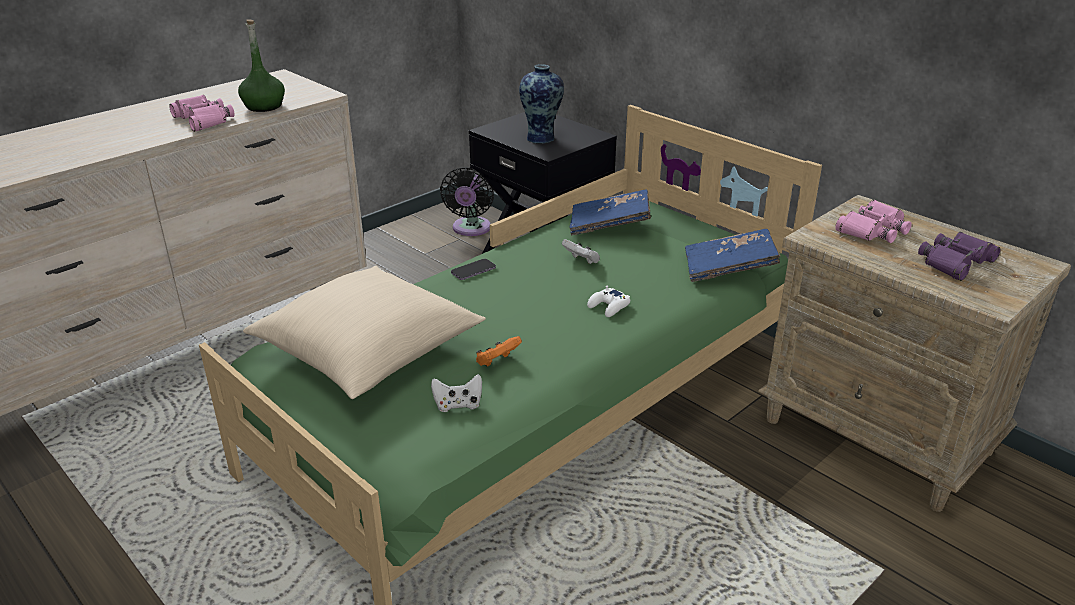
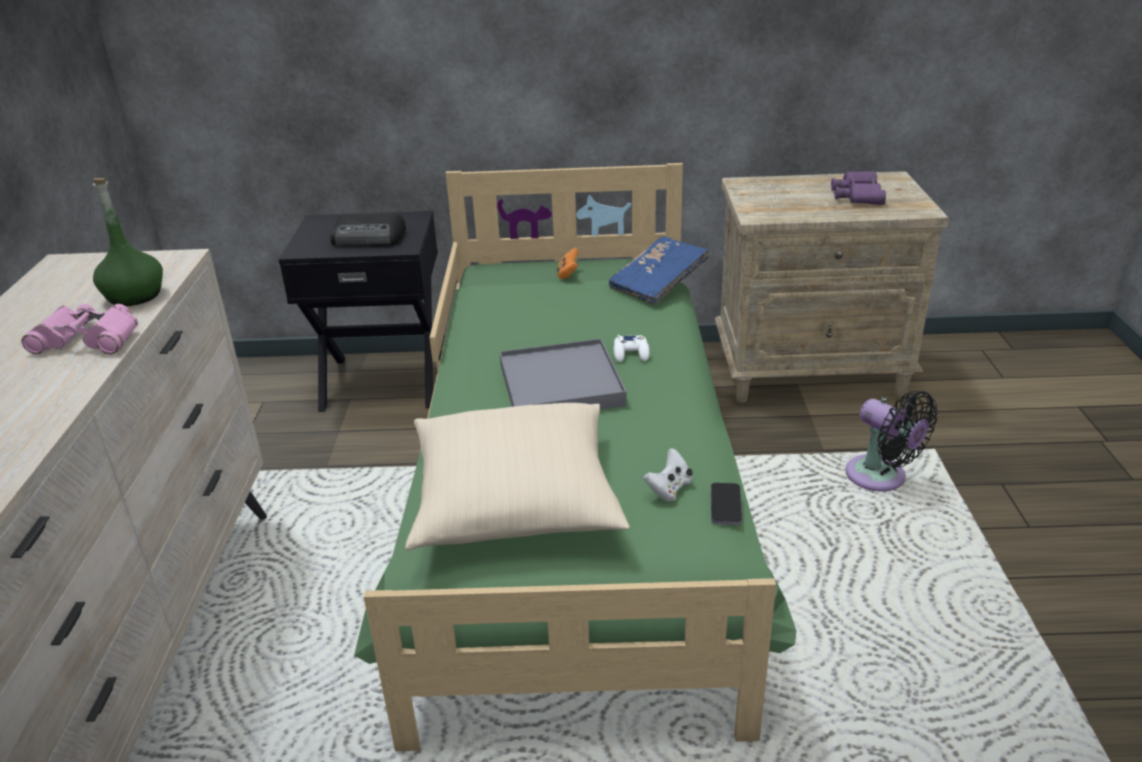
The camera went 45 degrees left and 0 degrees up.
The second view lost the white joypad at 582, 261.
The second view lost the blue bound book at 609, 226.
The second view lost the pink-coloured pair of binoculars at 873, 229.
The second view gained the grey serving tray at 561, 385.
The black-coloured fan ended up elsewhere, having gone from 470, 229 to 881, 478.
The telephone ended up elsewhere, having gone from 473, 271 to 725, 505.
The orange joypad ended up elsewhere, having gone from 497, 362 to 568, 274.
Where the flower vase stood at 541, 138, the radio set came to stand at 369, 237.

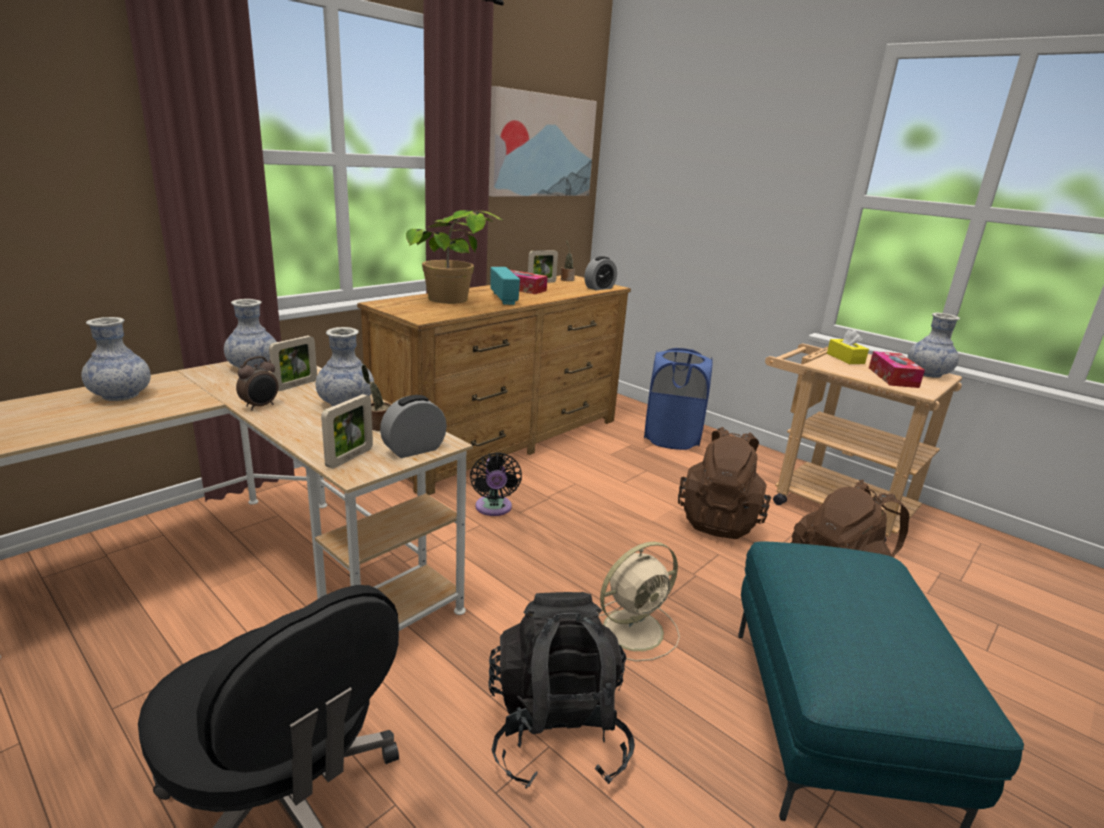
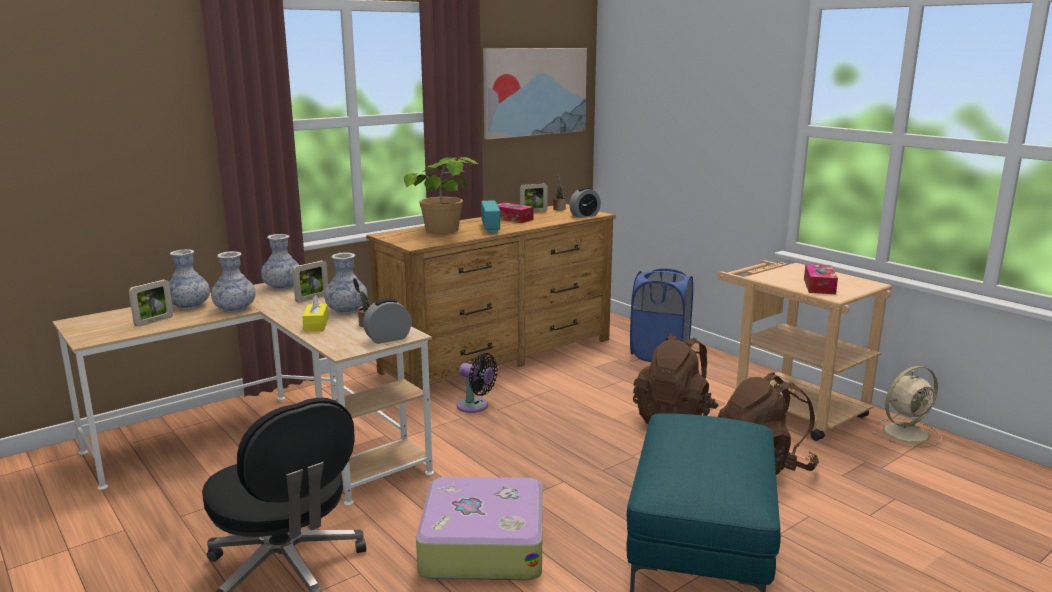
The camera went 10 degrees right and 5 degrees down.
The second view lost the table clock at 260, 406.
The photo frame ended up elsewhere, having gone from 350, 458 to 154, 321.
The beige fan ended up elsewhere, having gone from 635, 629 to 907, 432.
The yellowish tissue holder ended up elsewhere, having gone from 845, 358 to 316, 325.
The flower vase ended up elsewhere, having gone from 927, 374 to 235, 309.
Where the black-coloured knapsack stood at 556, 732, the piece of luggage came to stand at 482, 544.
The black-coloured fan at 493, 508 ended up facing another way, 60 degrees counterclockwise from before.

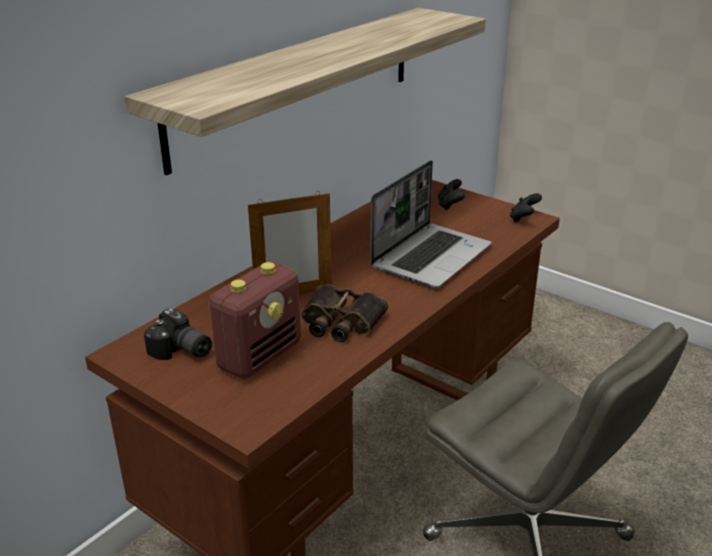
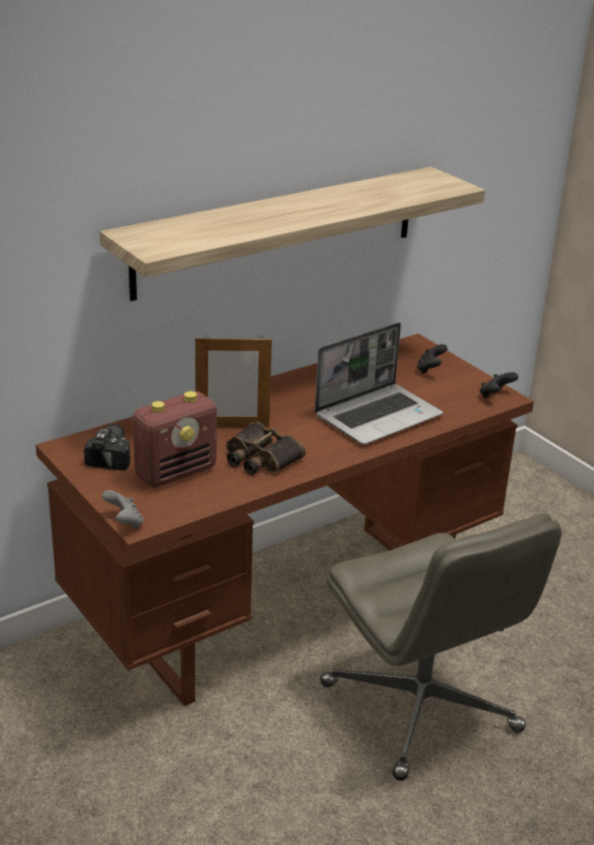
The camera went 15 degrees right and 0 degrees up.
The second view gained the grey joypad at 124, 522.
The still camera at 180, 352 ended up facing another way, 135 degrees counterclockwise from before.

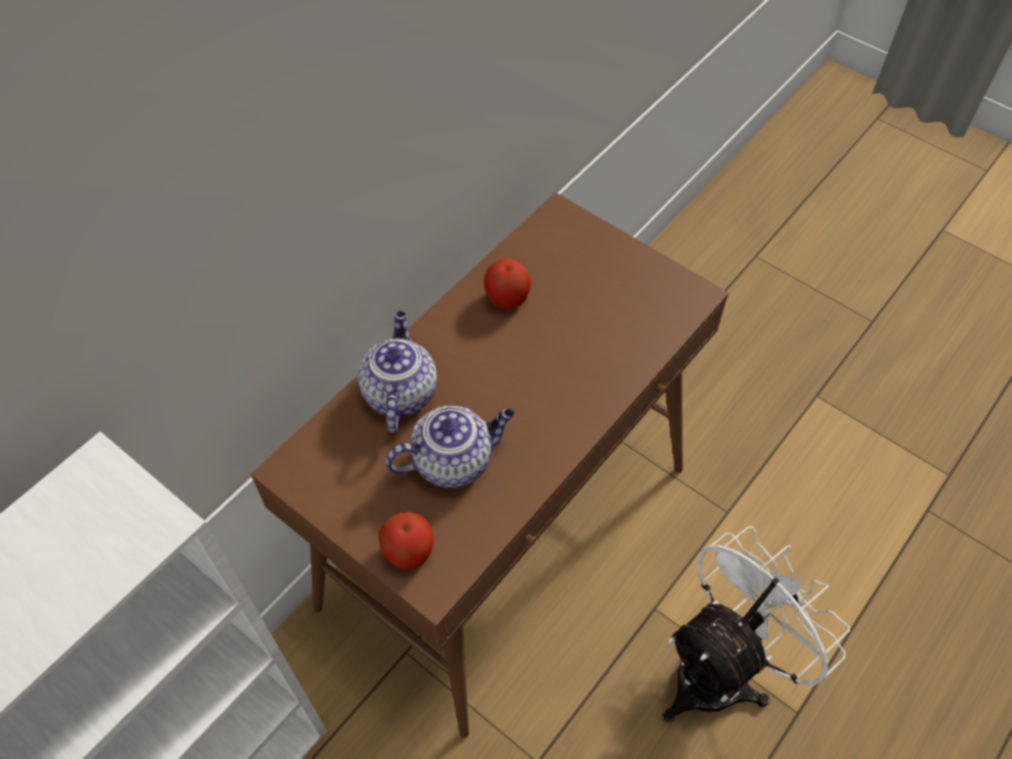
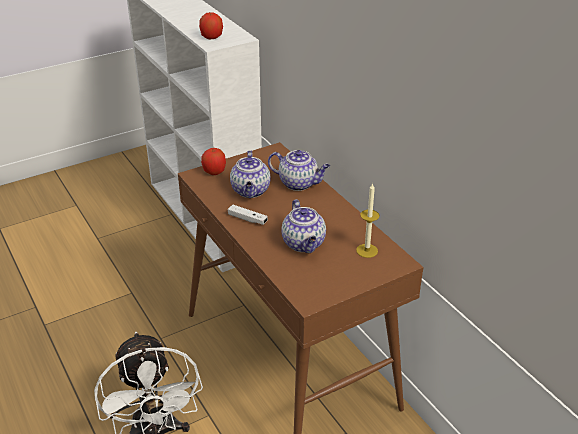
The camera went 110 degrees right and 20 degrees down.
The second view gained the white joypad at 247, 219.
The second view gained the tea pot at 304, 244.
The second view gained the wax candle at 367, 250.
The apple ended up elsewhere, having gone from 507, 298 to 211, 37.

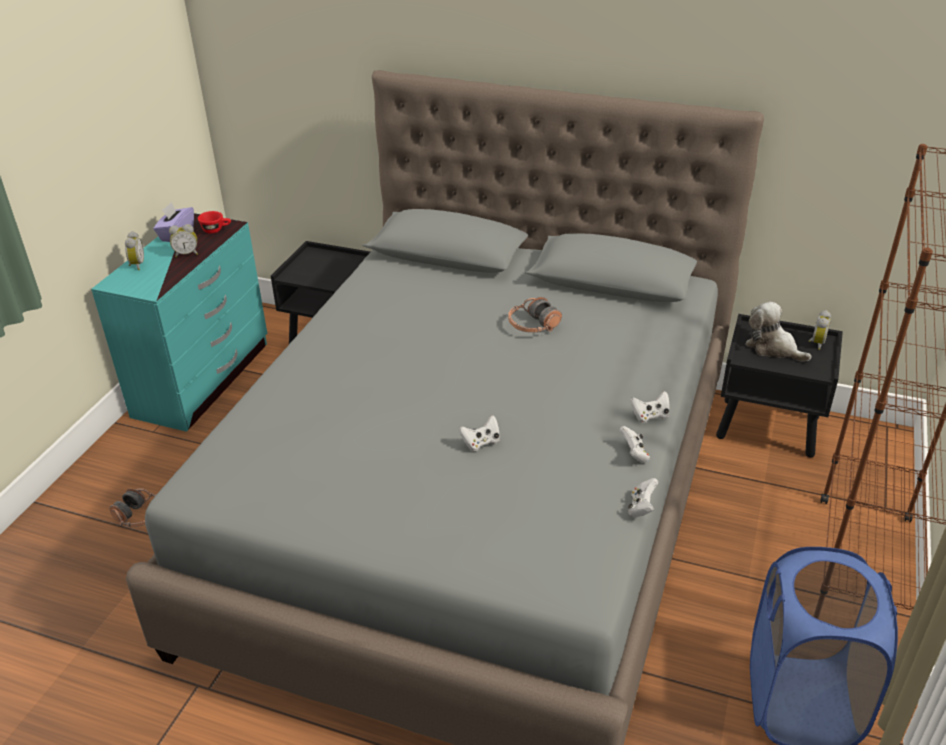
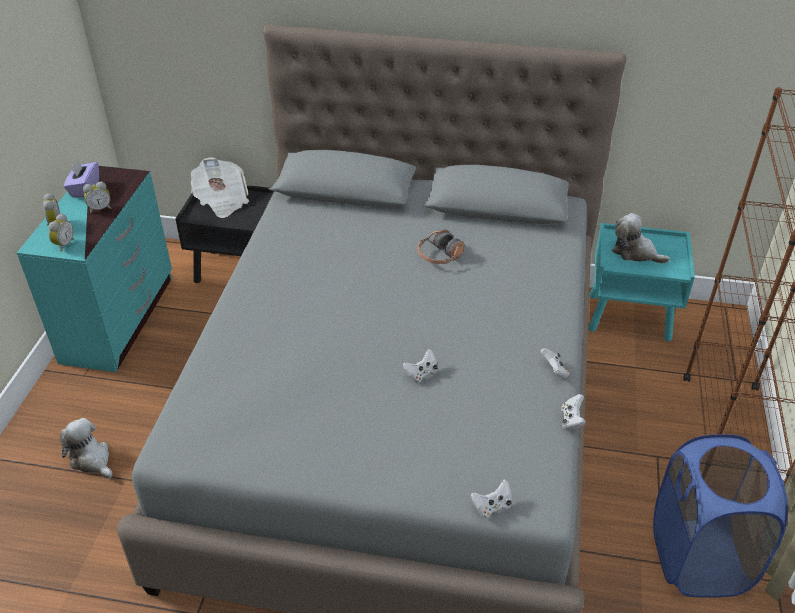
The camera went 10 degrees left and 5 degrees up.
The second view lost the reddish cup at 216, 230.
The second view gained the daily paper at 221, 201.
The white joypad ended up elsewhere, having gone from 650, 416 to 492, 506.
The table clock ended up elsewhere, having gone from 816, 343 to 63, 245.
Where the pair of headphones stood at 139, 516, the plush toy came to stand at 91, 459.
What was the black-coloured nightstand at 769, 427 turned into the turquoise nightstand at 630, 317.

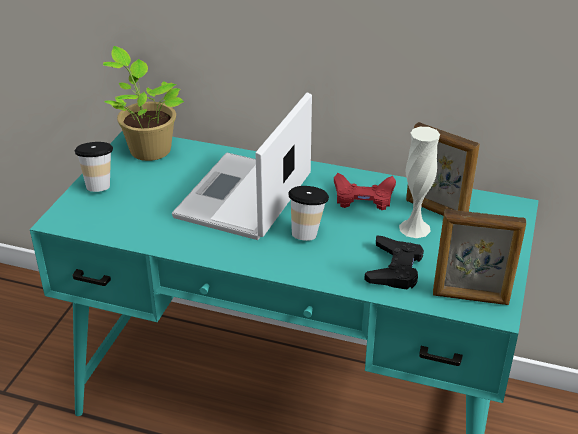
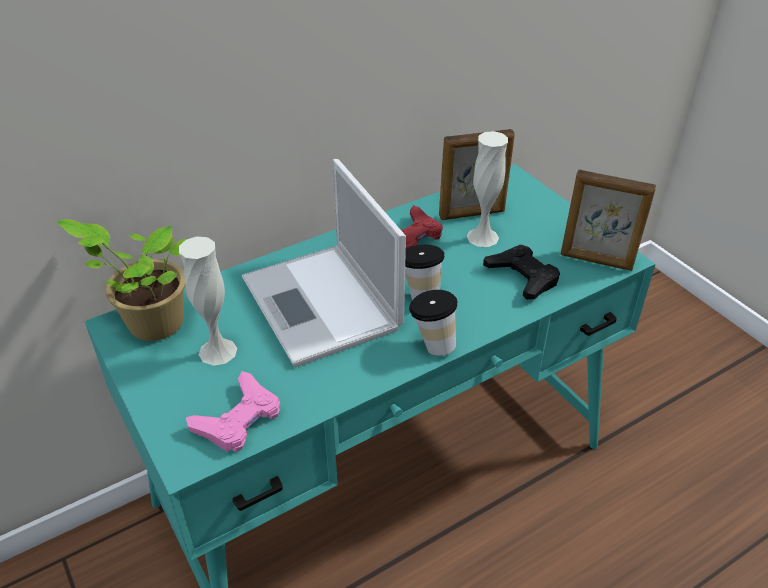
The camera went 50 degrees left and 5 degrees up.
The second view gained the white flower vase at 218, 351.
The second view gained the pink-coloured joypad at 238, 419.
The cup ended up elsewhere, having gone from 99, 185 to 432, 344.
The photo frame at 470, 298 ended up facing another way, 60 degrees clockwise from before.

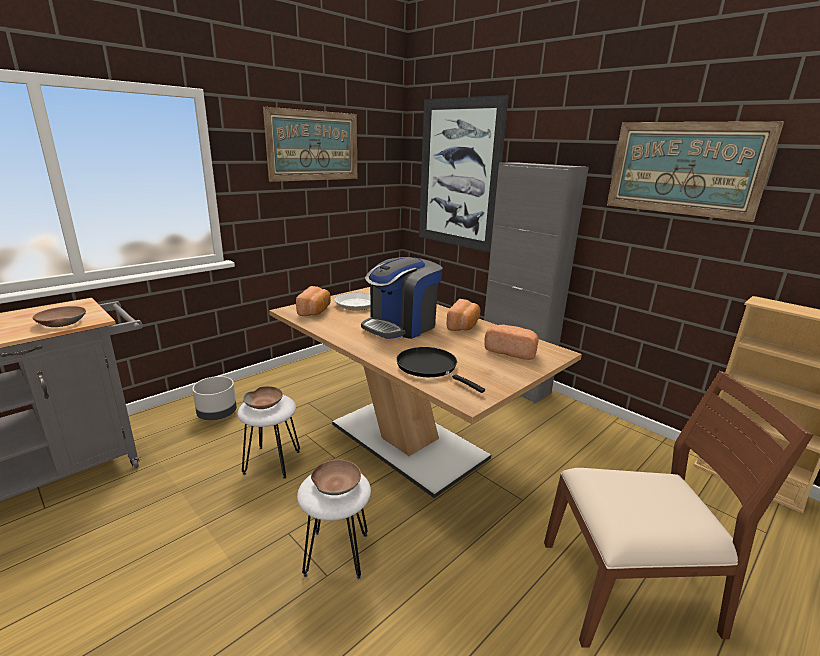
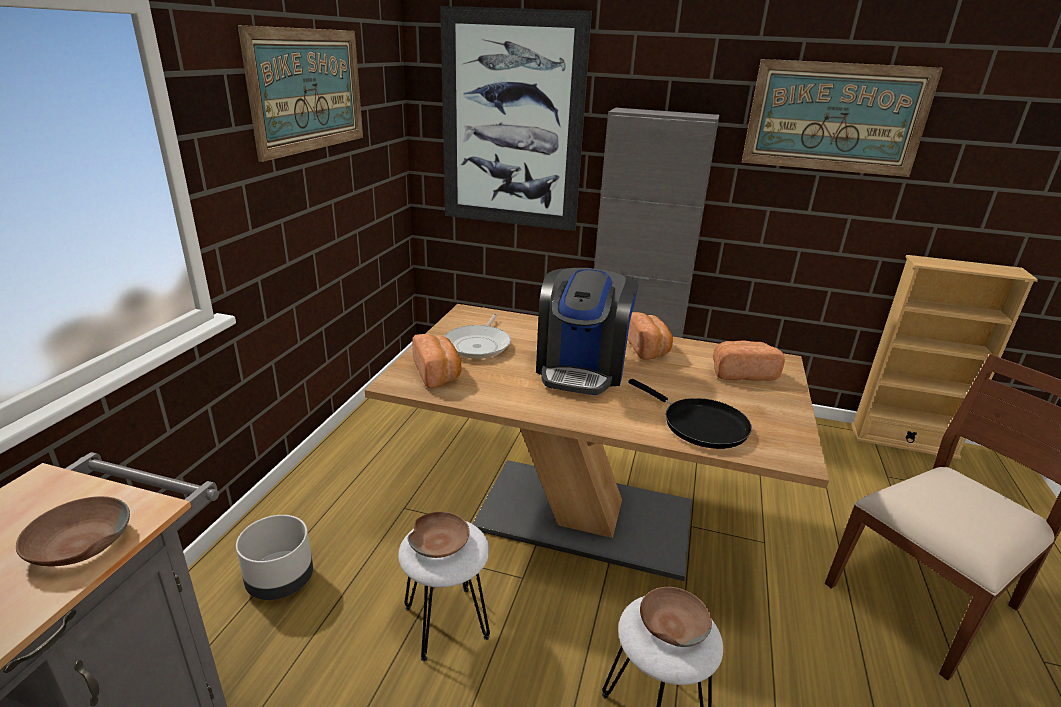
The camera went 30 degrees left and 5 degrees up.
The black-coloured skillet at 430, 368 ended up facing another way, 150 degrees counterclockwise from before.

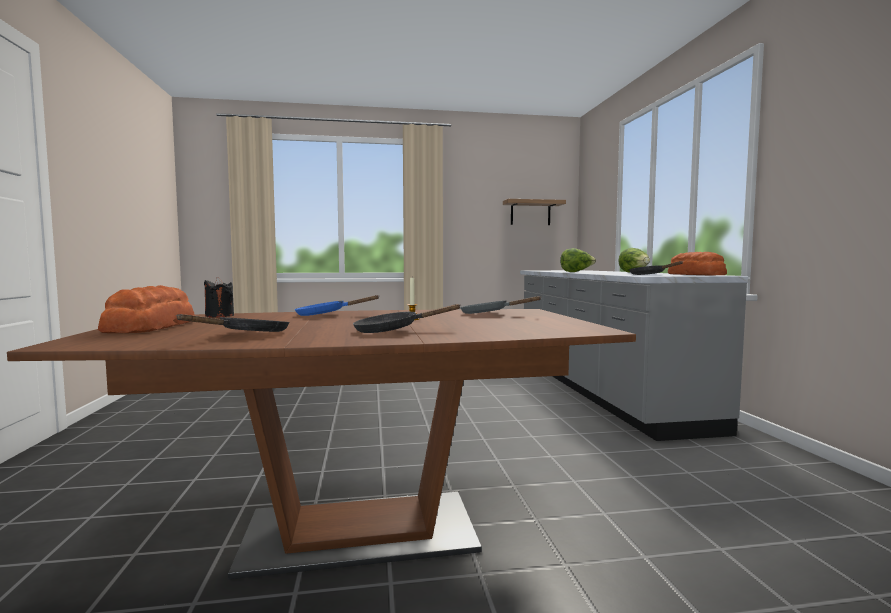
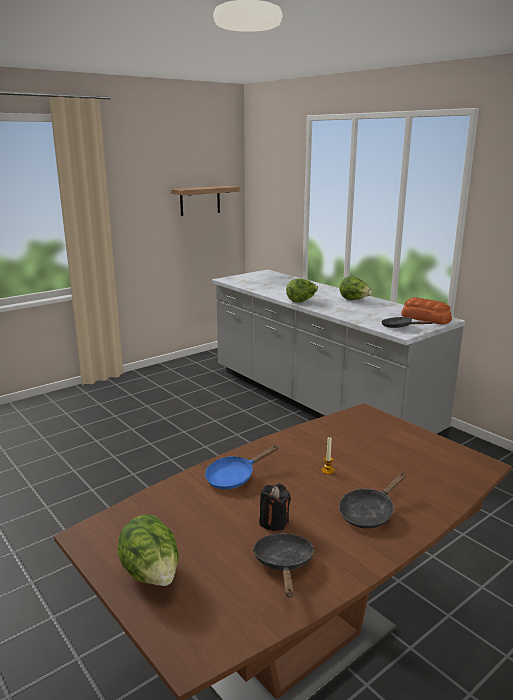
The camera went 30 degrees left and 15 degrees up.
The second view lost the grey skillet at 489, 314.
The black-coloured wax candle ended up elsewhere, having gone from 219, 316 to 274, 522.
Where the bakery bread stood at 152, 326, the lettuce came to stand at 152, 575.

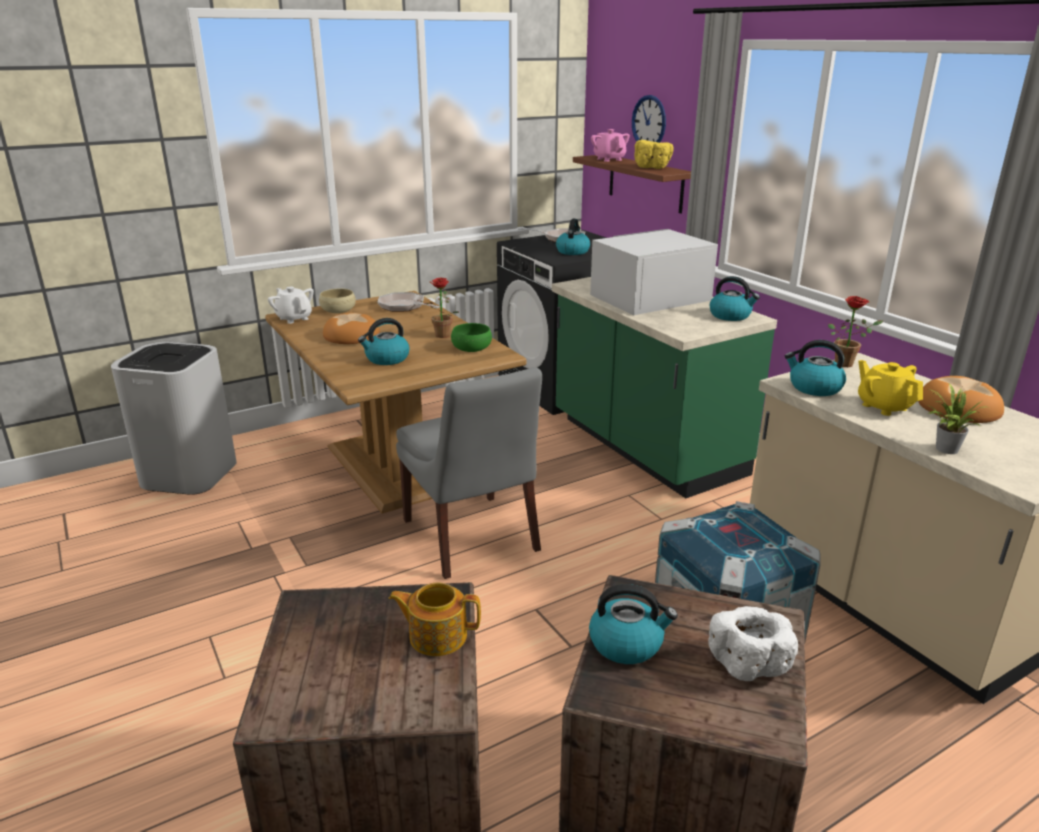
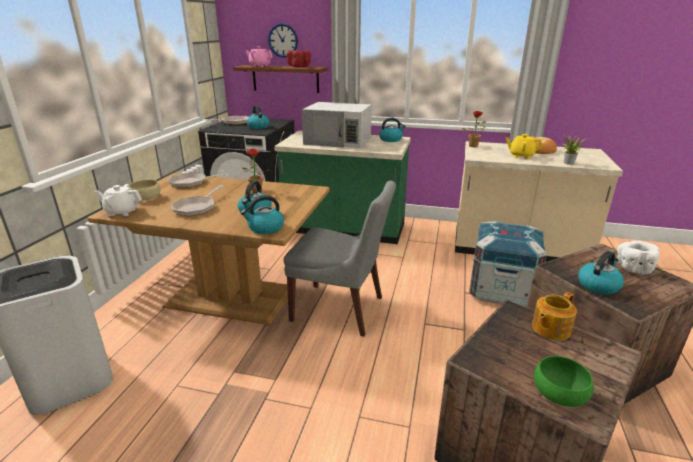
The camera went 45 degrees left and 0 degrees up.
The greenish serving bowl ended up elsewhere, having gone from 471, 348 to 559, 392.
The tea kettle ended up elsewhere, having gone from 814, 388 to 265, 228.
Where the bakery bread stood at 352, 335, the skillet came to stand at 196, 208.
What was the yellowish serving bowl at 652, 168 turned into the reddish serving bowl at 299, 67.
The white microwave oven at 648, 297 ended up facing another way, 90 degrees counterclockwise from before.

